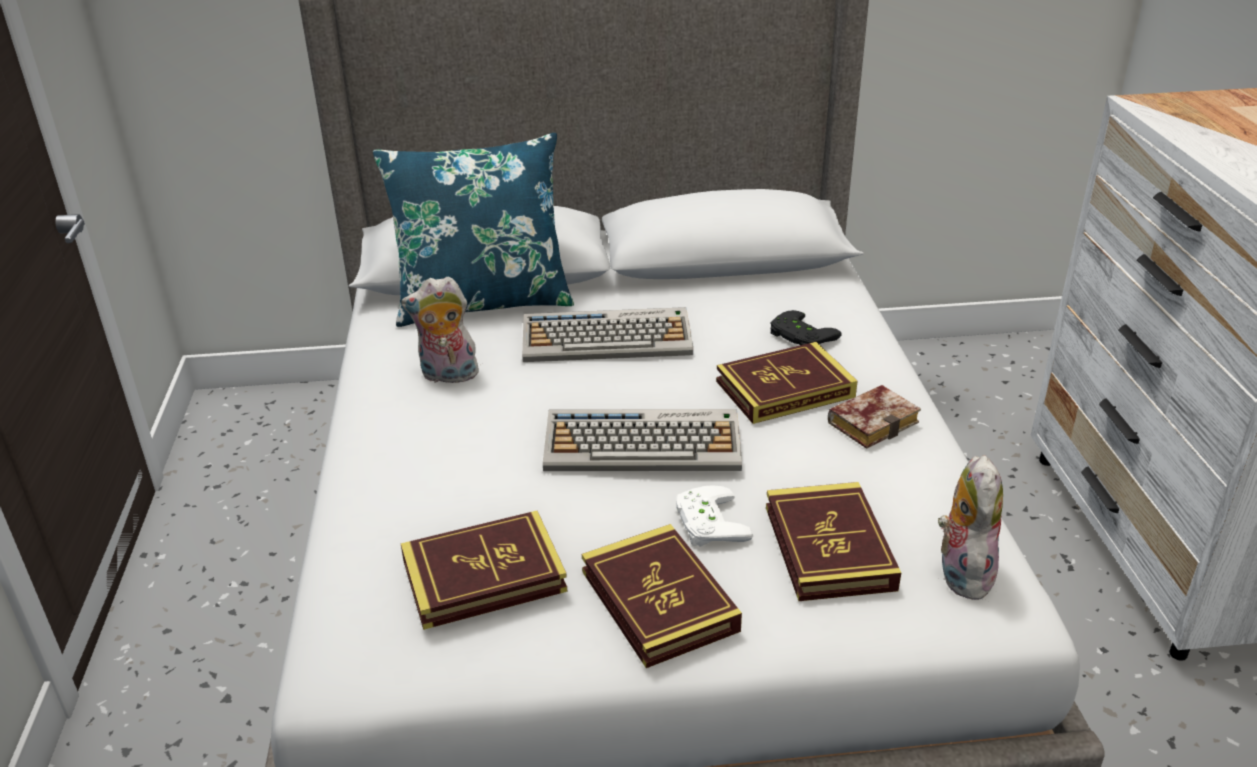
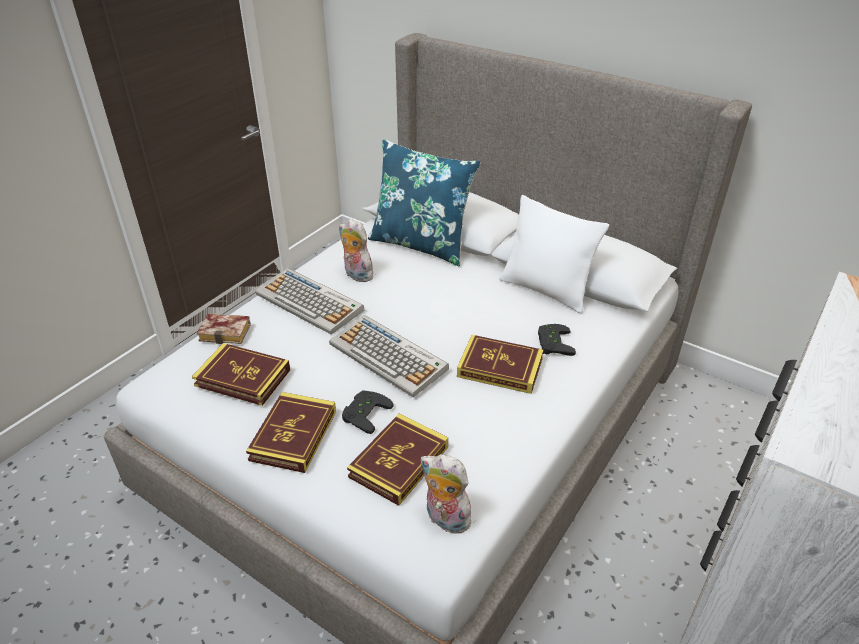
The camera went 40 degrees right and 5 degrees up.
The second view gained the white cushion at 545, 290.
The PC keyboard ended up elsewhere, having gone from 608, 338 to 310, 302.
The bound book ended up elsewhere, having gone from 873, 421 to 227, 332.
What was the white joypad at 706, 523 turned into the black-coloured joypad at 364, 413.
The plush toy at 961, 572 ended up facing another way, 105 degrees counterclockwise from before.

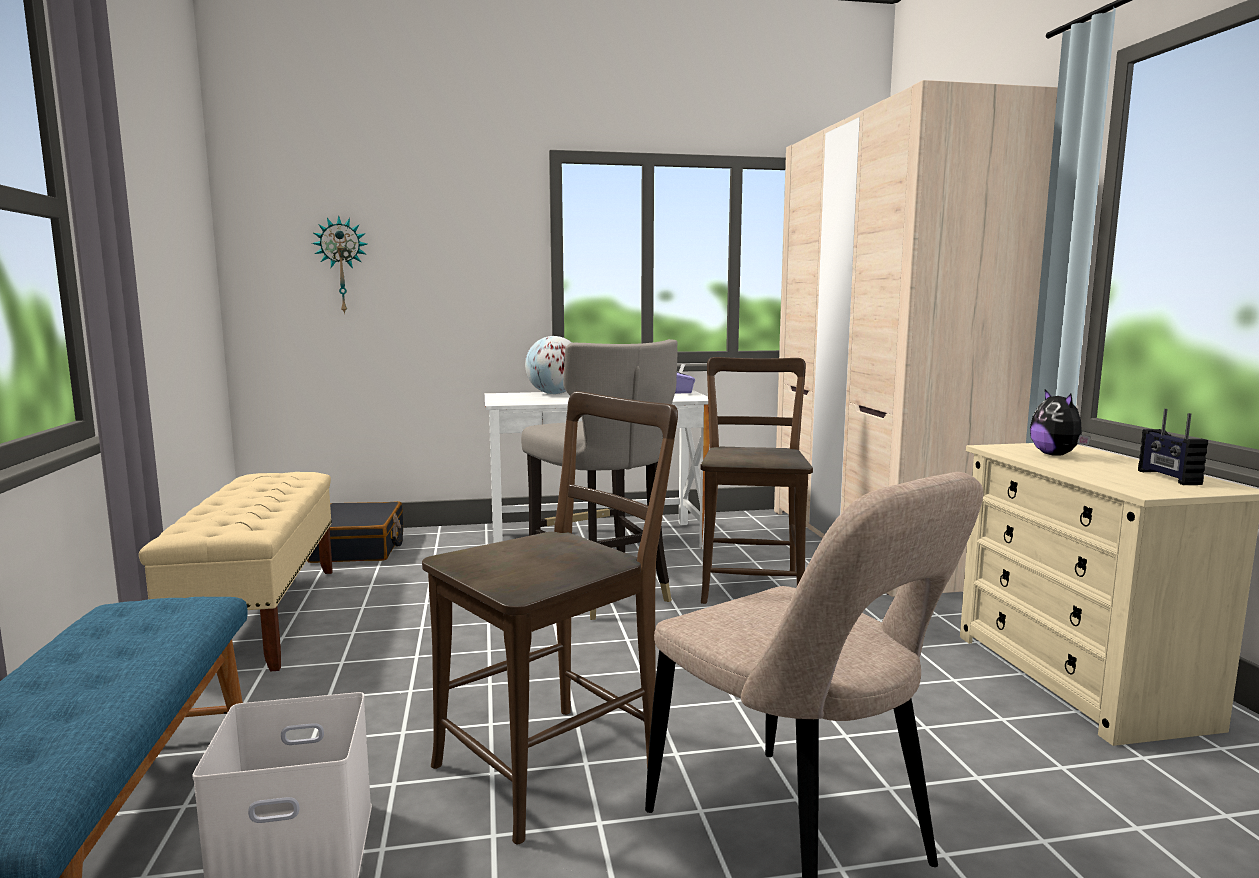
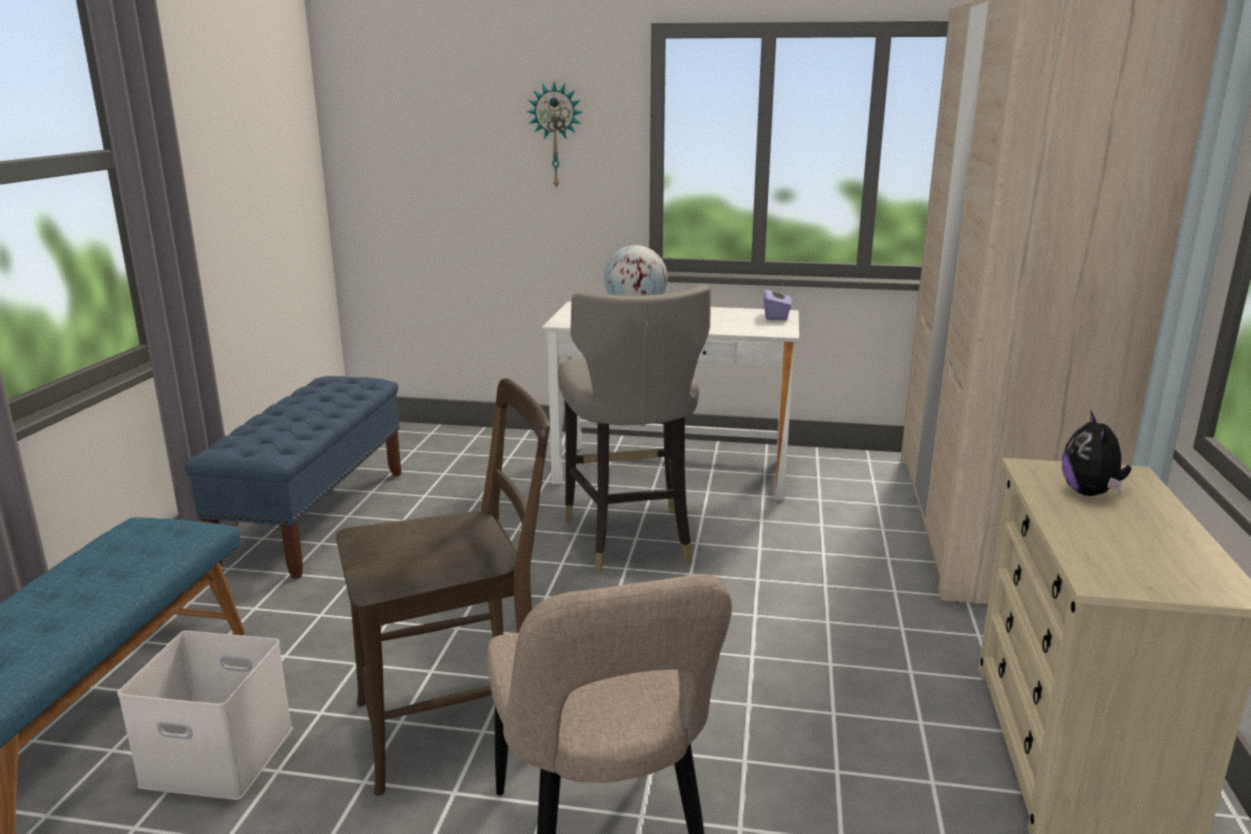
The camera went 20 degrees right and 10 degrees up.
The second view lost the black-coloured piece of luggage at 359, 547.
The second view lost the brownish plain chair at 751, 583.
The second view lost the radio set at 1168, 477.
The hanging clock ended up elsewhere, having gone from 342, 265 to 556, 135.
What was the beige long seat at 260, 616 turned into the blue long seat at 315, 516.

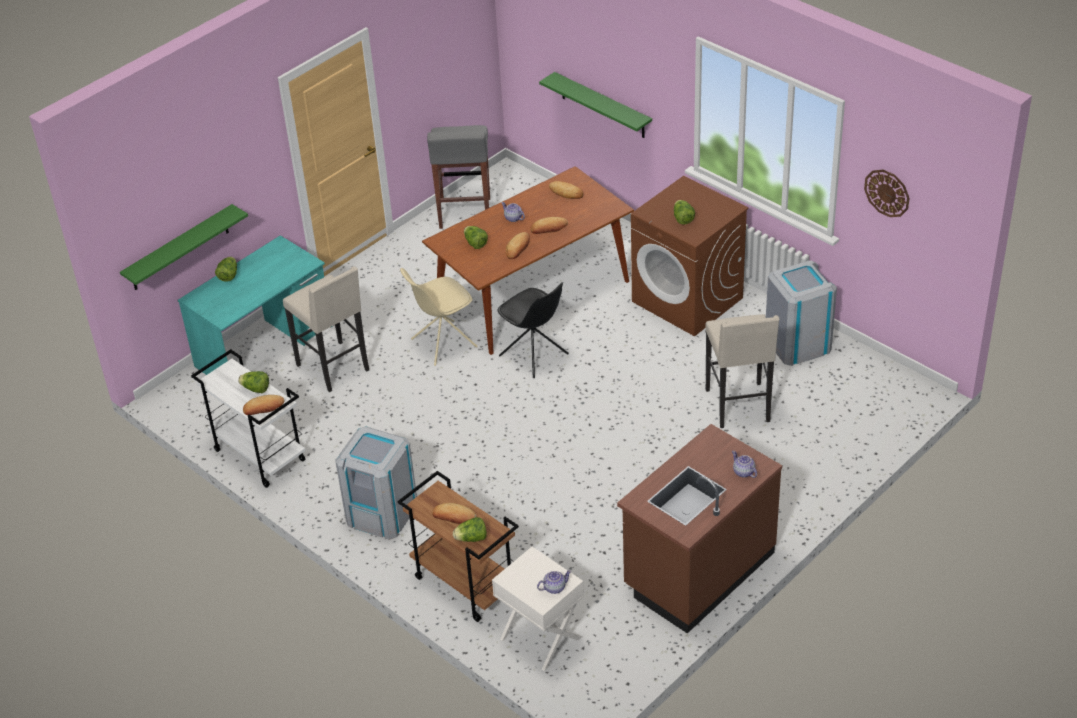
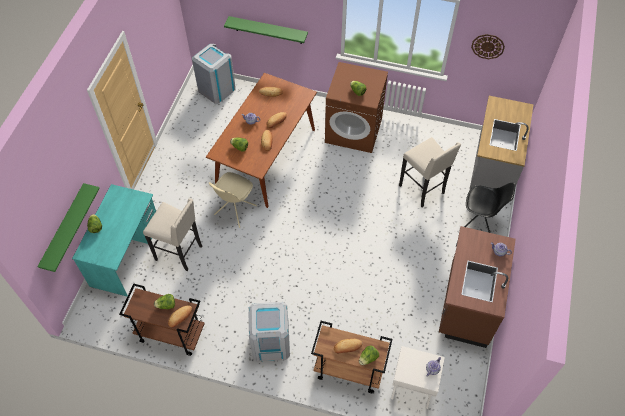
The camera went 30 degrees left and 15 degrees up.
The second view lost the grey stool at 464, 214.
The second view gained the grey kitchen base unit at 491, 169.
The black-coloured plain chair ended up elsewhere, having gone from 534, 356 to 479, 223.
The grey trash can ended up elsewhere, having gone from 797, 343 to 216, 89.
What was the white cart at 258, 455 turned into the brownish cart at 170, 334.

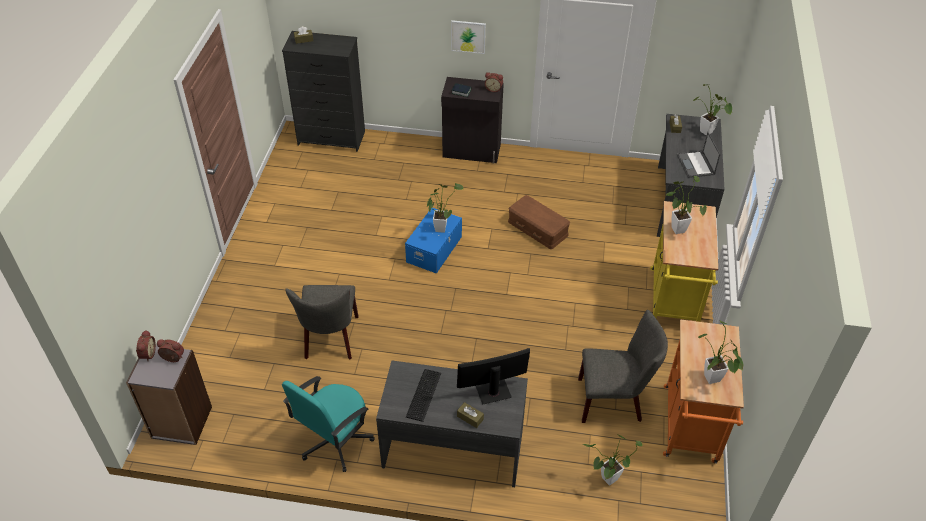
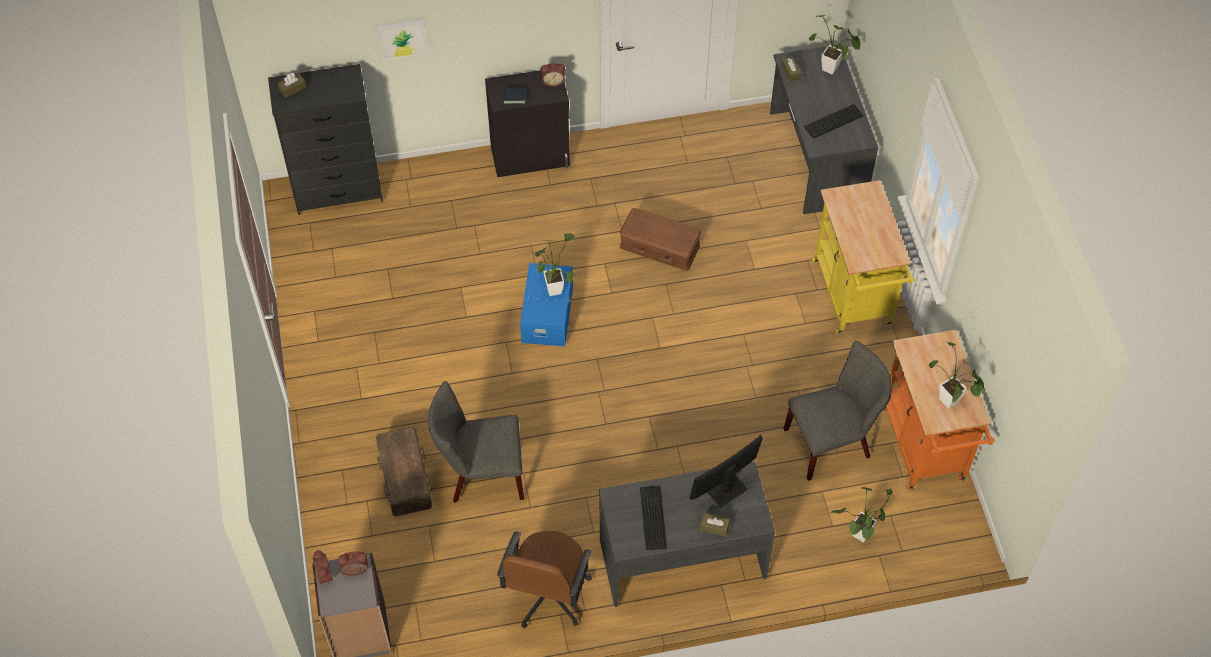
The camera went 20 degrees left and 10 degrees up.
The second view lost the plant in a pot at 677, 227.
The second view gained the brownish storage bin at 404, 477.
The picture ended up elsewhere, having gone from 468, 36 to 402, 39.
Where the notebook computer stood at 696, 165, the PC keyboard came to stand at 834, 122.
What was the turquoise computer chair at 334, 441 turned into the brownish computer chair at 547, 594.
The grey plain chair at 330, 340 ended up facing another way, 105 degrees clockwise from before.

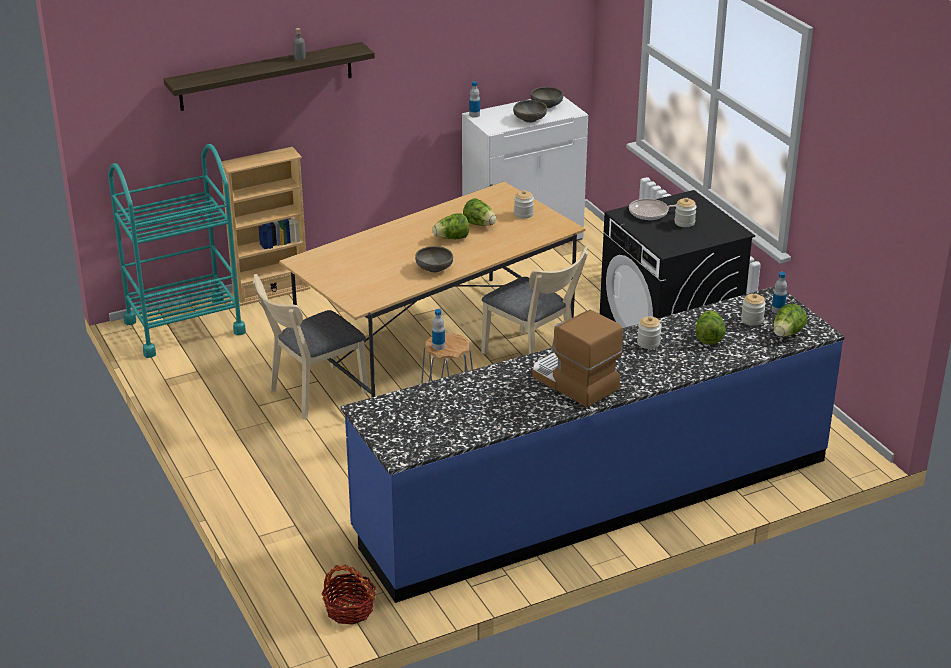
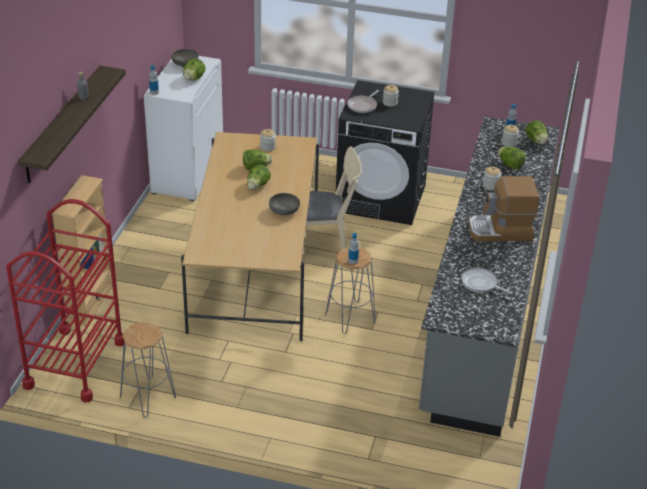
The camera went 50 degrees left and 5 degrees up.
The second view lost the beige plain chair at 312, 394.
The second view lost the household basket at 349, 609.
The second view gained the grey stool at 147, 397.
The second view gained the skillet at 481, 284.
Where the grey serving bowl stood at 530, 119, the lettuce came to stand at 193, 79.
What was the turquoise cart at 184, 327 turned into the reddish cart at 75, 364.
What was the blue kitchen base unit at 594, 497 turned into the grey kitchen base unit at 485, 305.

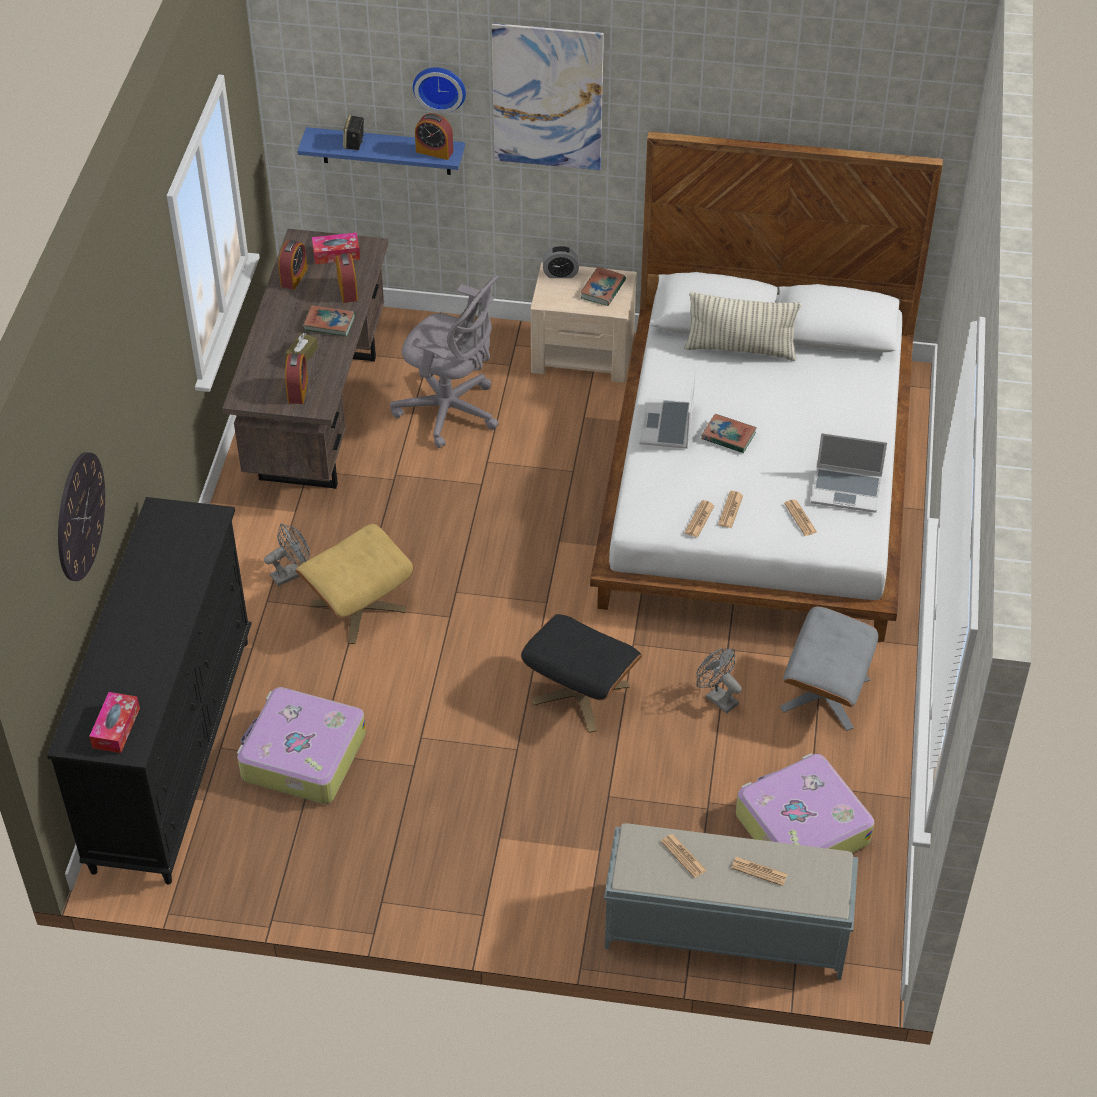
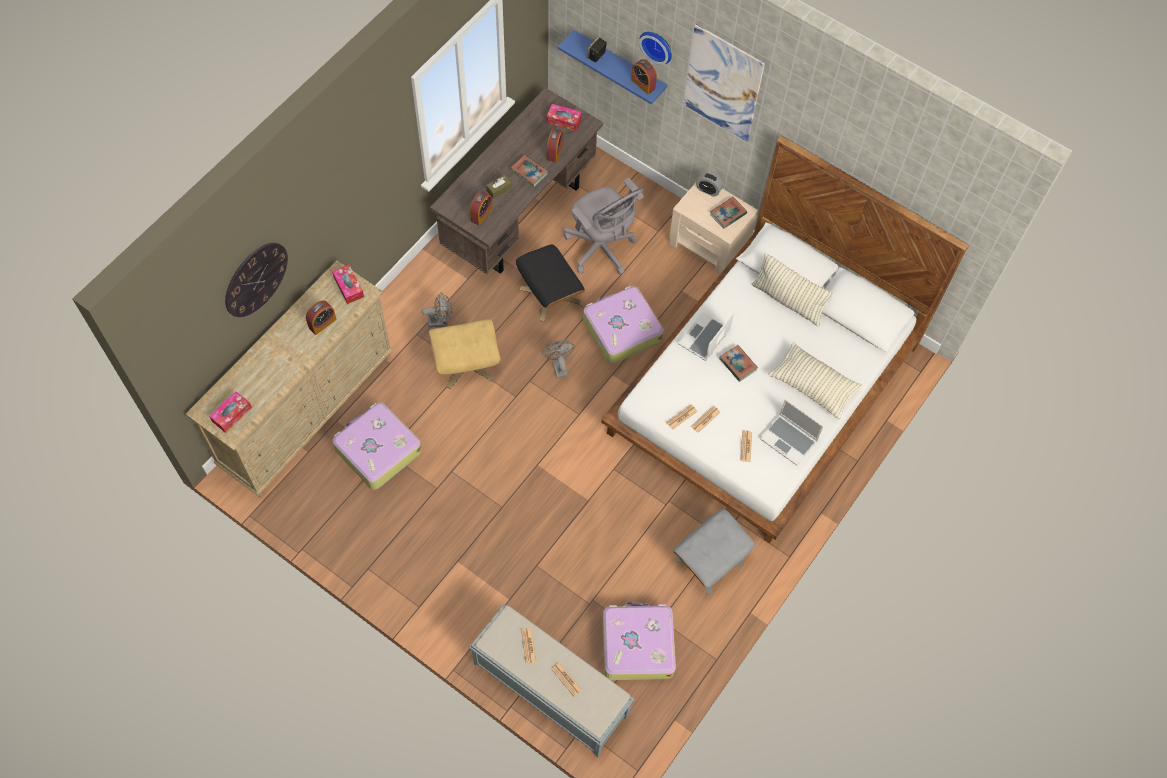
The camera went 25 degrees right and 15 degrees up.
The second view gained the tissue holder at 348, 287.
The second view gained the piece of luggage at 621, 330.
The second view gained the cushion at 813, 386.
The table clock ended up elsewhere, having gone from 294, 277 to 322, 323.
The black-coloured ottoman ended up elsewhere, having gone from 580, 694 to 549, 295.
The grey fan ended up elsewhere, having gone from 717, 698 to 558, 366.
What was the black-coloured drawer chest at 173, 751 turned into the beige drawer chest at 308, 411.

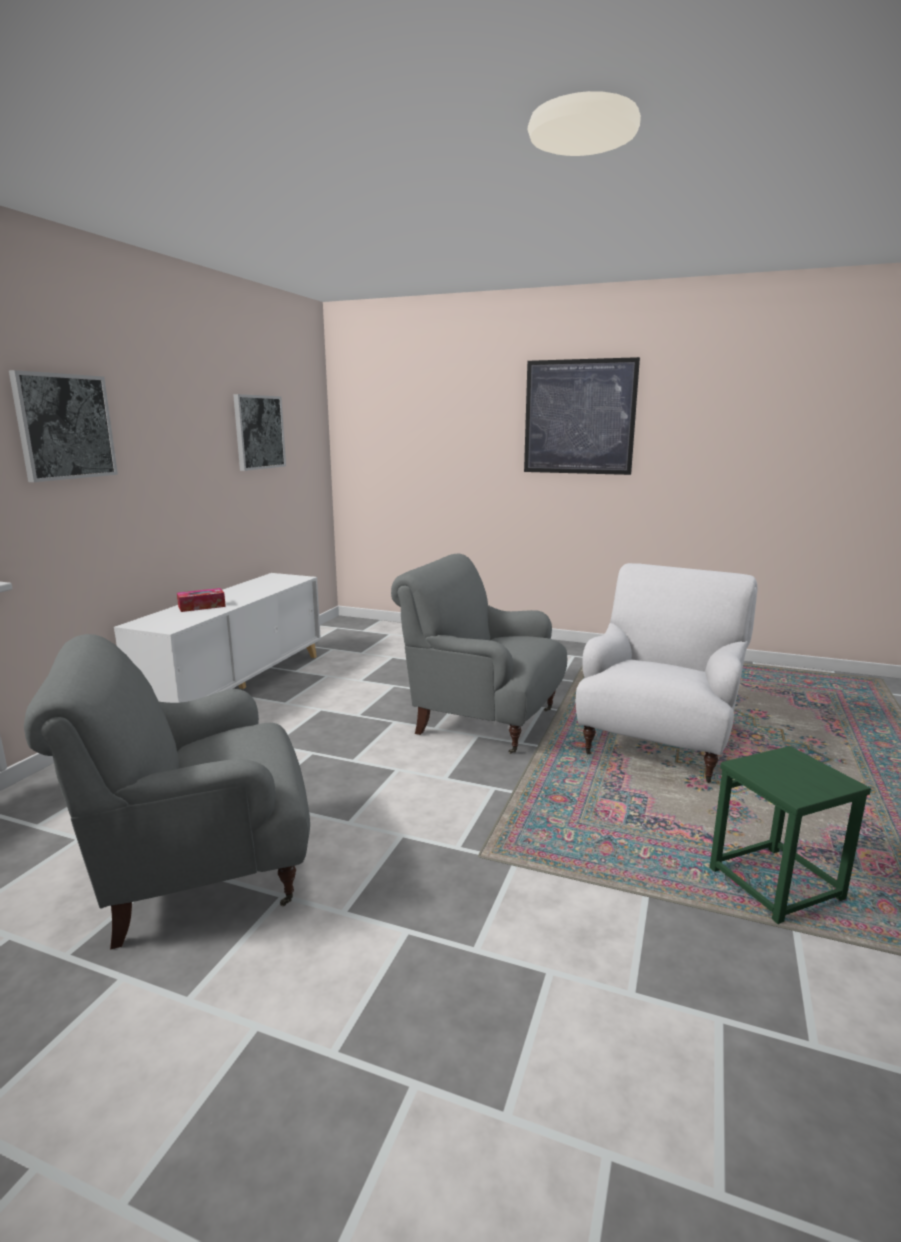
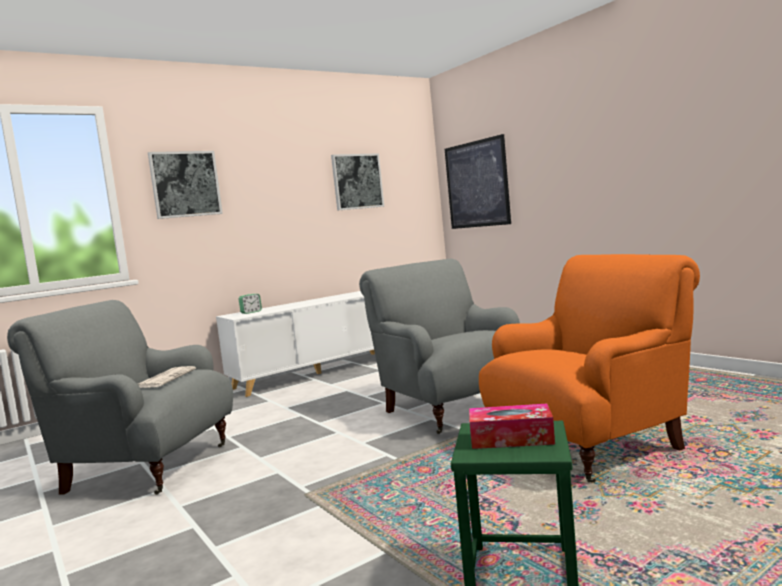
The camera went 35 degrees right and 10 degrees down.
The second view gained the daily paper at 165, 378.
The second view gained the table clock at 251, 312.
The tissue holder ended up elsewhere, having gone from 202, 606 to 511, 438.
The picture ended up elsewhere, having gone from 579, 417 to 477, 184.
What was the white lounge chair at 659, 745 turned into the orange lounge chair at 590, 446.

